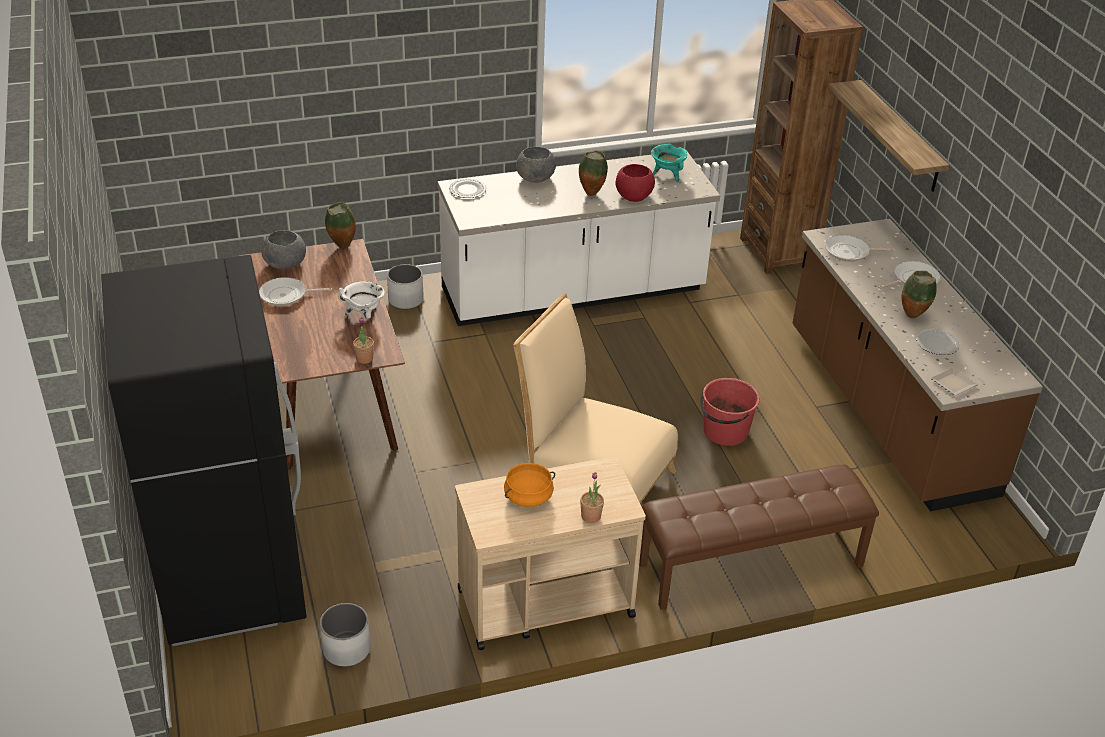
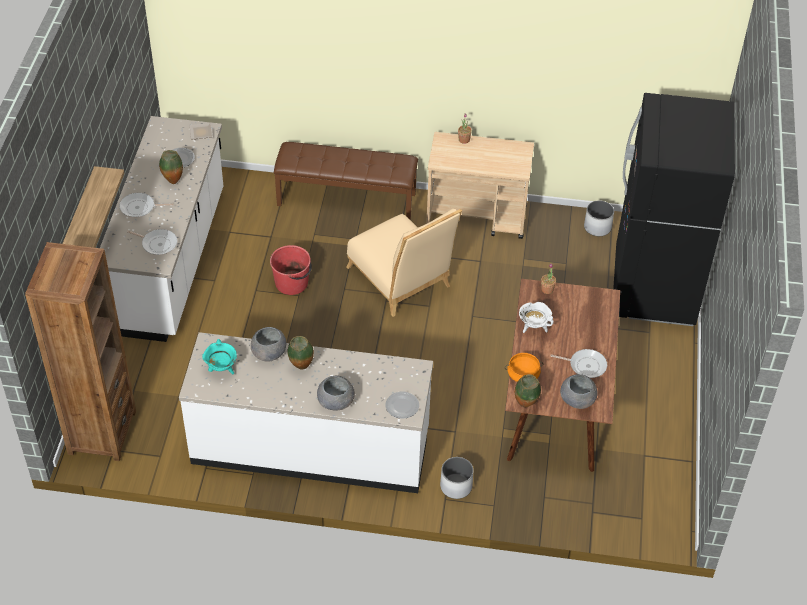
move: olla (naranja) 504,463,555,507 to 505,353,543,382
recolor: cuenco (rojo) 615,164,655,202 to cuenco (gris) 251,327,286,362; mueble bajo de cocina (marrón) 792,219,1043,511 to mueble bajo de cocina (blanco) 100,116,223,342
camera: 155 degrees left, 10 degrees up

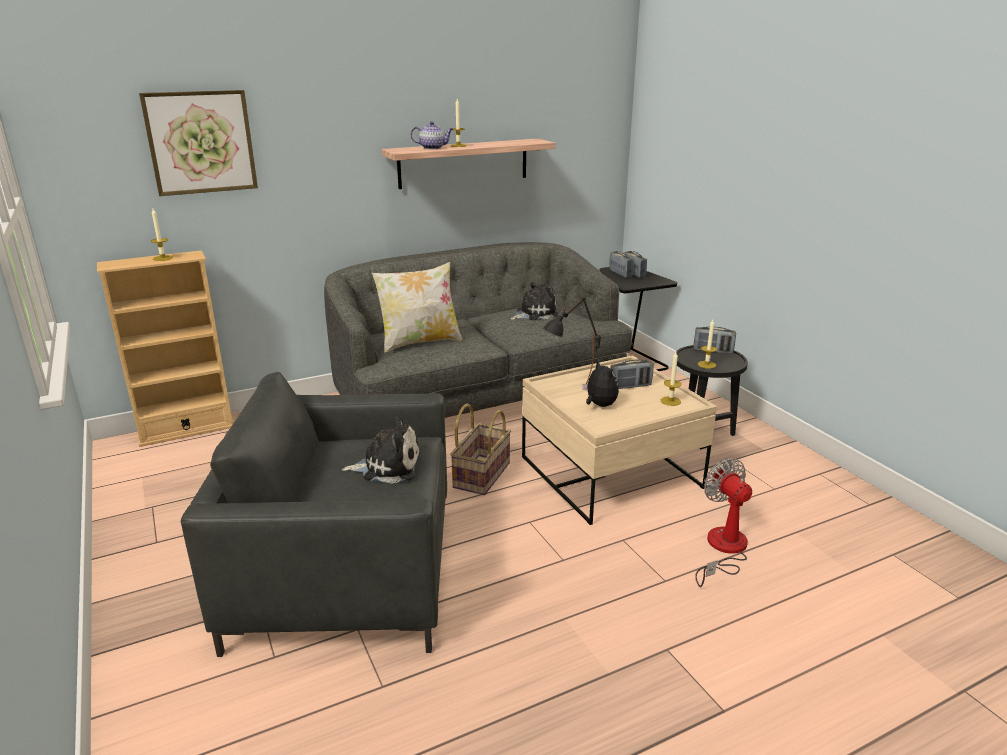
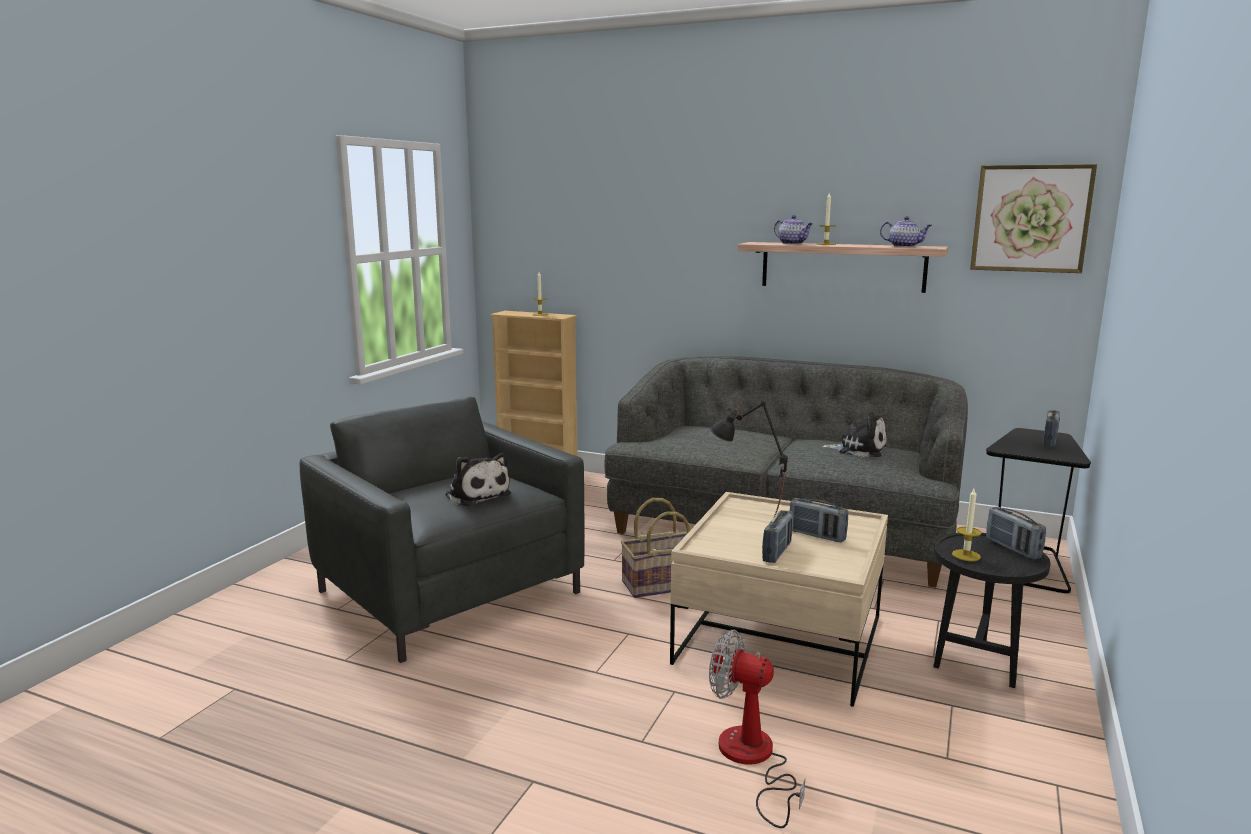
delete: cojín 372,262,462,353; peluche 583,360,619,407; vela 661,352,682,406
insert: tetera 880,216,932,247
move: cuadro 139,90,258,196 to 970,164,1097,273; radio 610,251,634,278 to 762,510,793,563
rotate: ventilador 695,458,752,587 = 709,630,805,828 90 degrees counterclockwise
camera: 50 degrees right, 10 degrees down

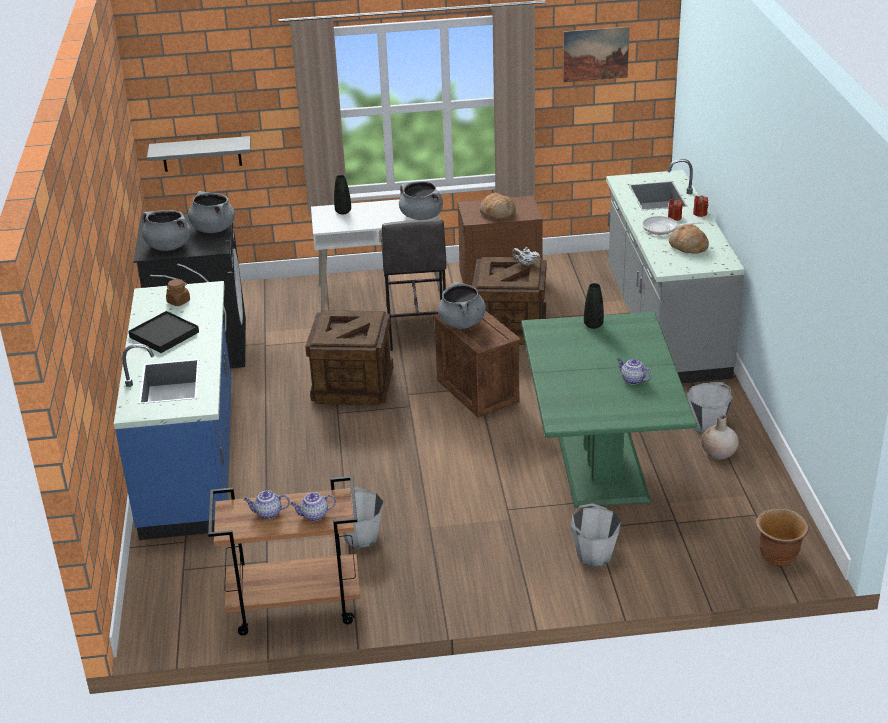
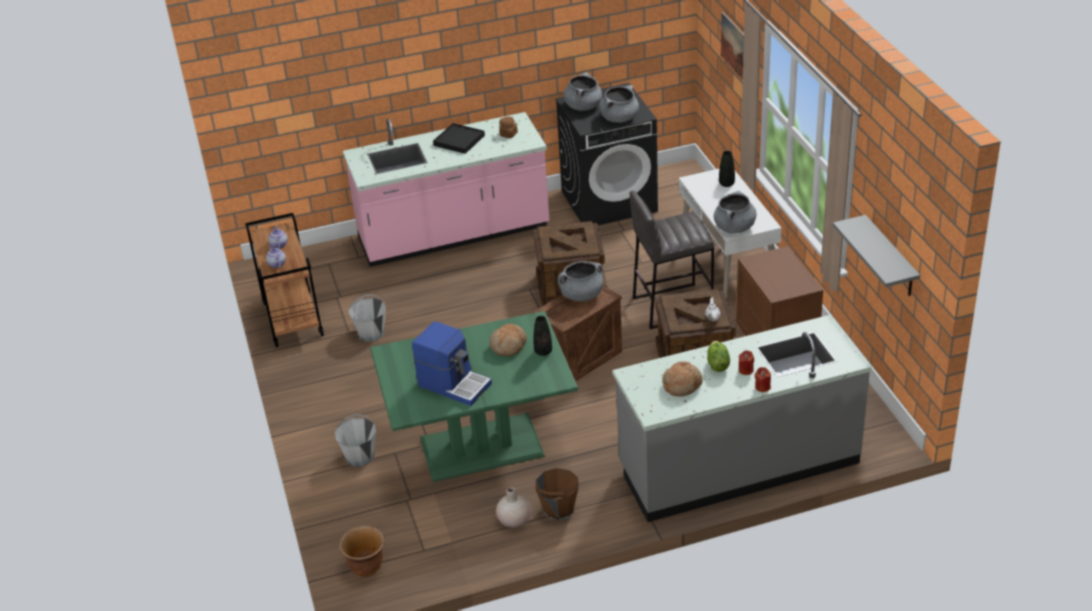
move: estante (gris) 147,136,251,172 to 833,215,920,296; pan 480,193,516,220 to 490,324,527,356; cuadro 563,27,630,82 to 721,12,744,80
replace: tetera 617,358,652,385 to cafetera 412,321,492,406; sartén 642,216,704,235 to lechuga 707,341,730,372
recolor: mueble bajo de cocina (azul) 114,281,231,540 to mueble bajo de cocina (rosa) 343,112,550,267; cubo (gris) 687,382,733,434 to cubo (marrón) 536,468,579,520
camera: 80 degrees right, 5 degrees up

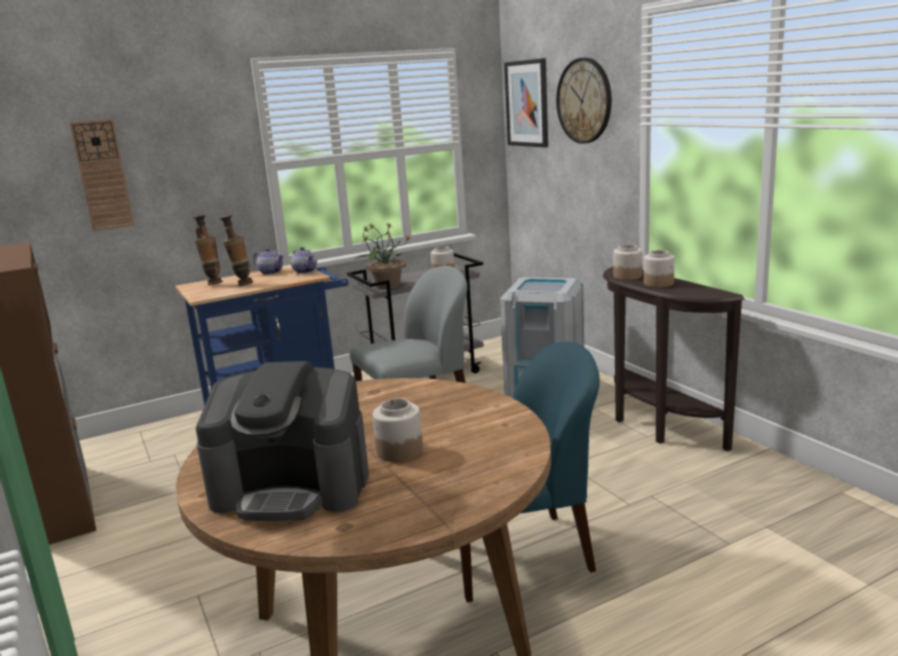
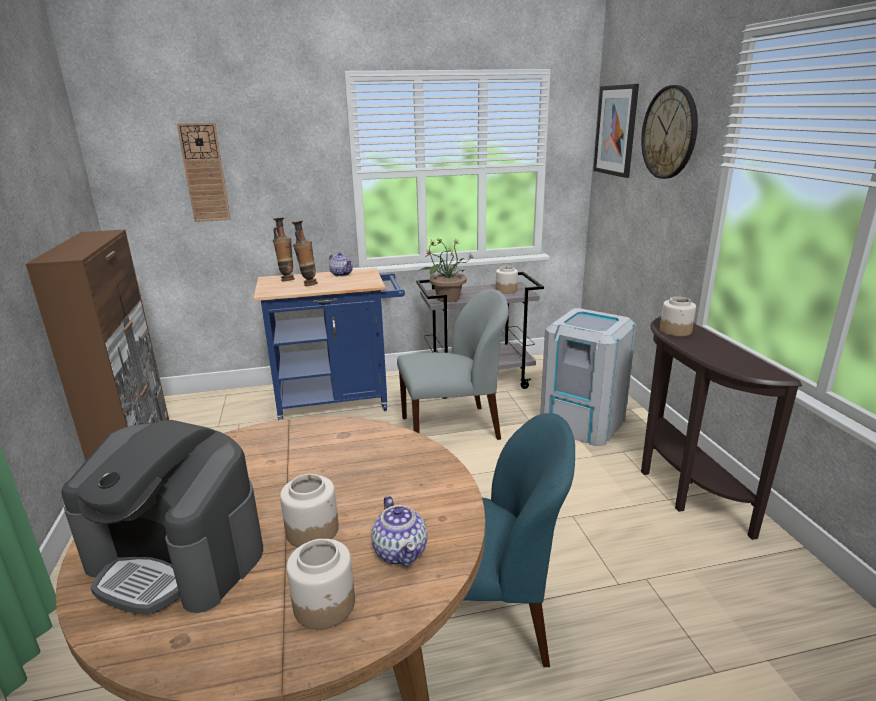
move: tetera 291,247,317,274 to 371,496,428,566; tarro 644,250,675,287 to 287,539,355,629
camera: 15 degrees right, 5 degrees up

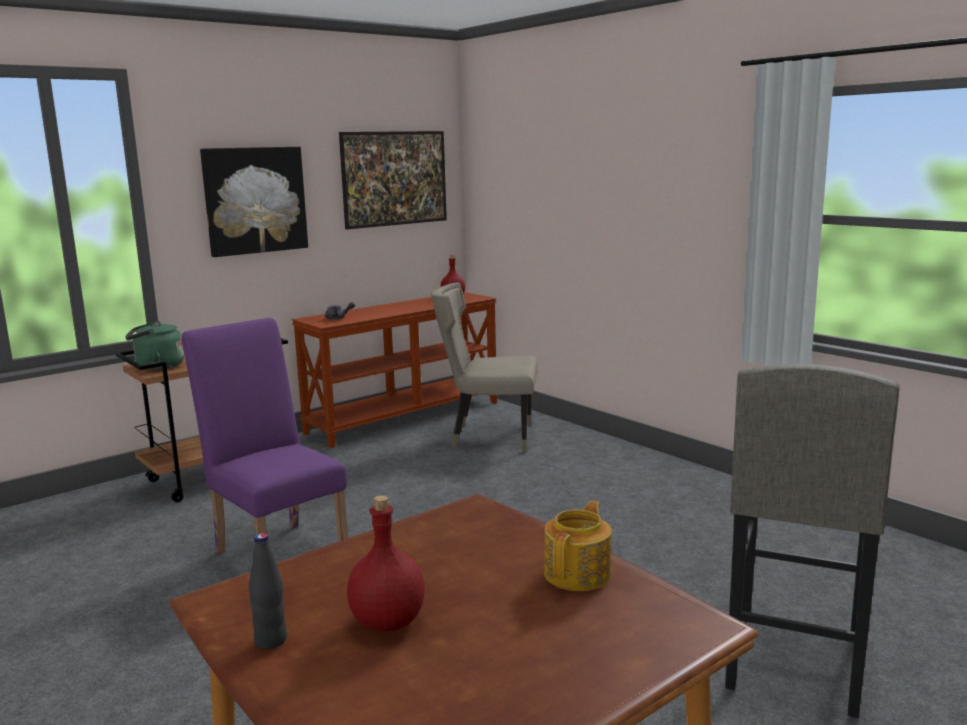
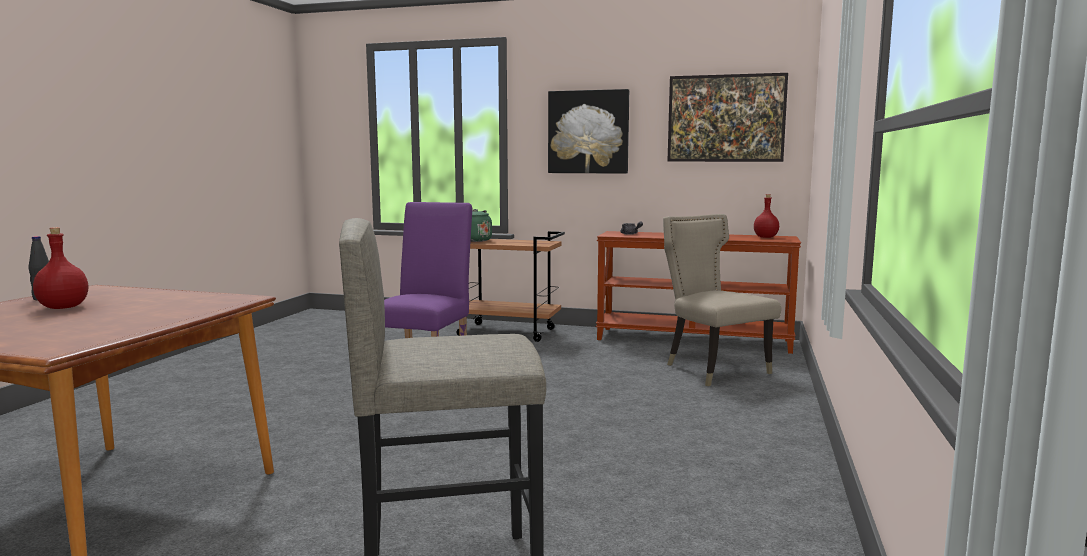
delete: tetera 544,501,612,591
camera: 55 degrees right, 5 degrees down

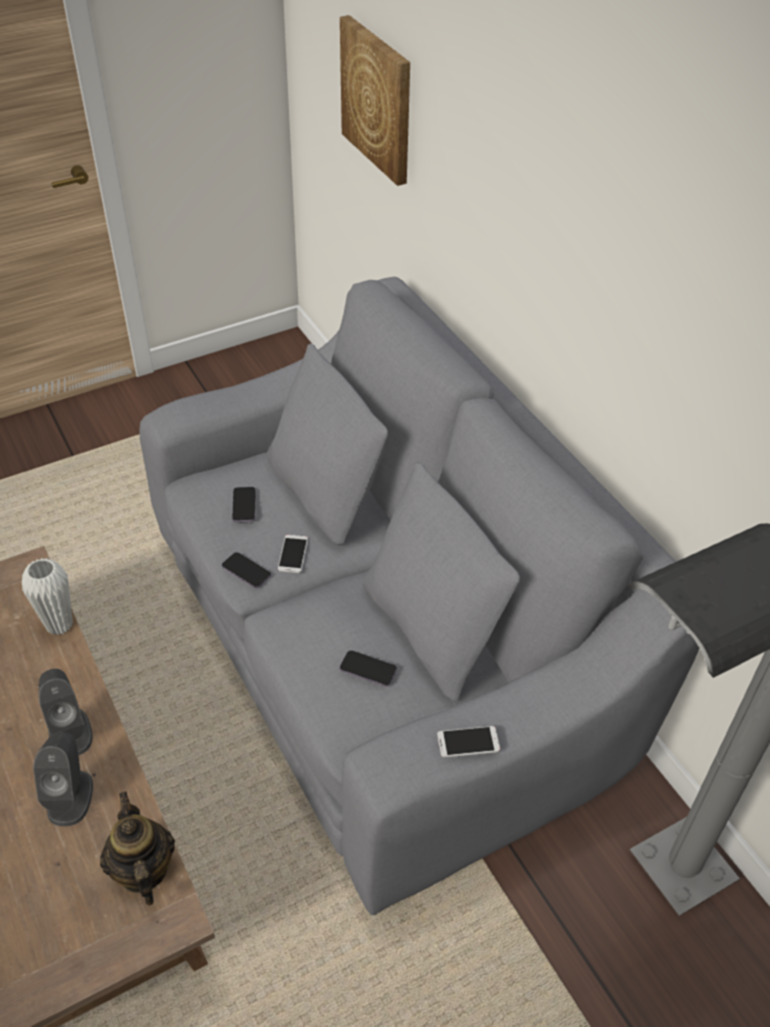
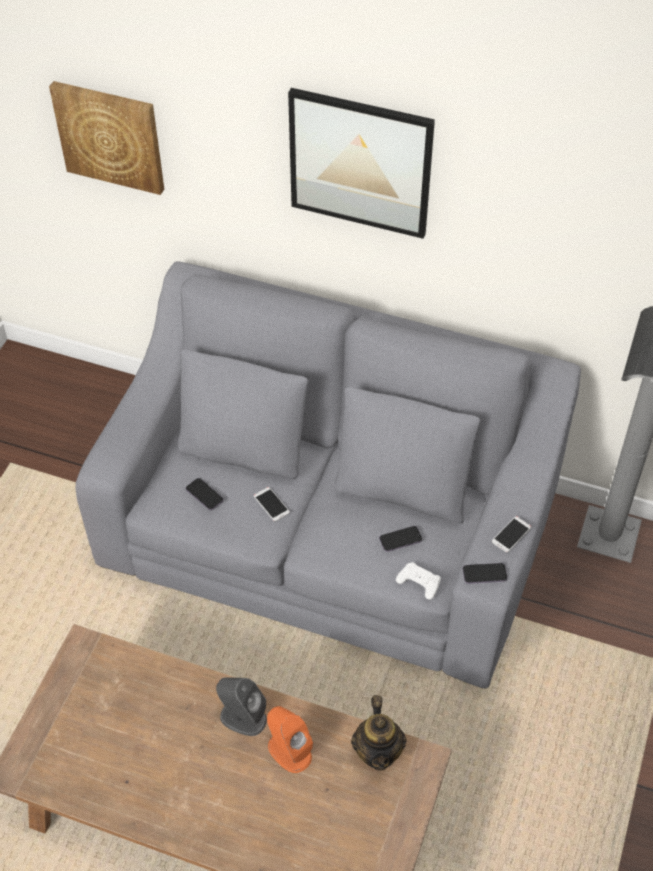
delete: florero (blanco) 22,558,73,635
insert: cuadro 288,88,435,239; mando de consola (blanco) 396,562,441,600
move: móvil 222,552,271,588 to 463,563,507,584
recolor: altavoz (gris) 33,732,93,827 to altavoz (naranja) 267,706,313,773
rotate: tetera 100,792,175,906 = 351,695,407,771 120 degrees counterclockwise
camera: 40 degrees left, 5 degrees up

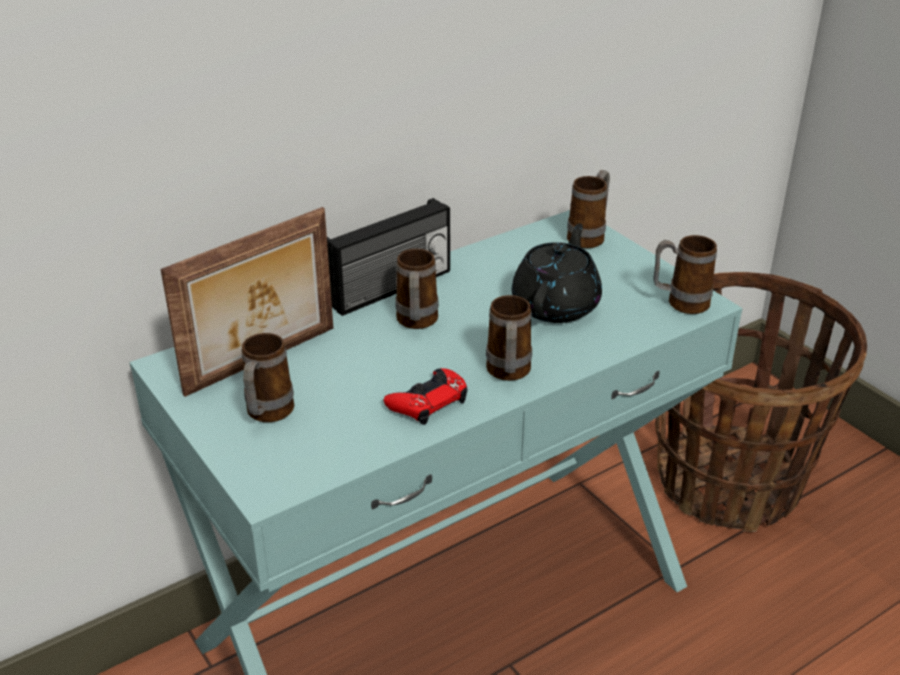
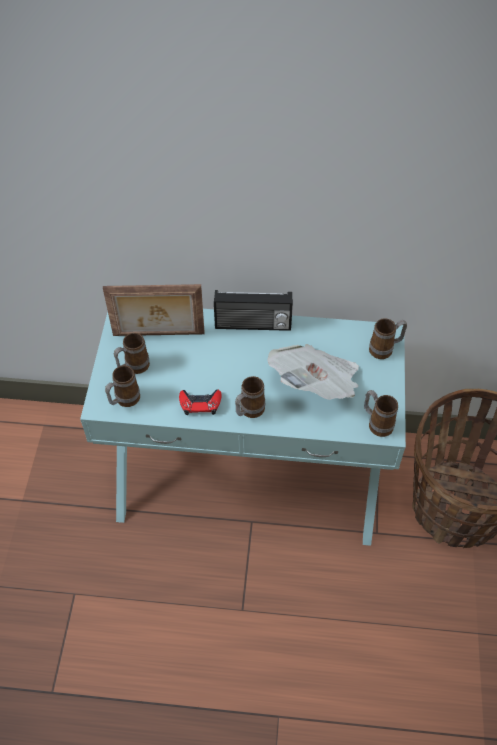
move: taza grande 395,249,439,329 to 105,365,140,407
replace: tetera (negro) 512,224,602,323 to periódico 268,344,359,400
camera: 40 degrees right, 20 degrees up

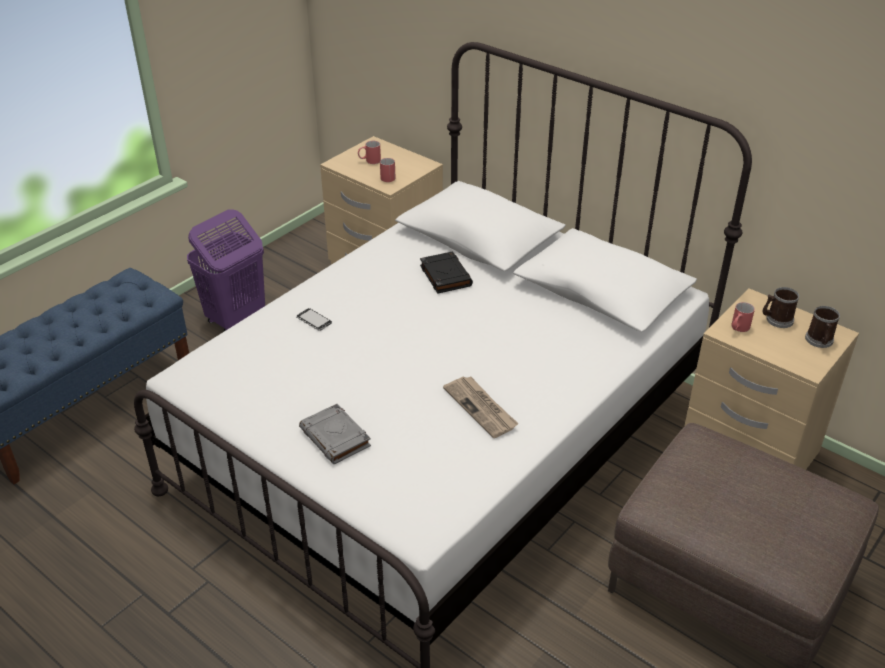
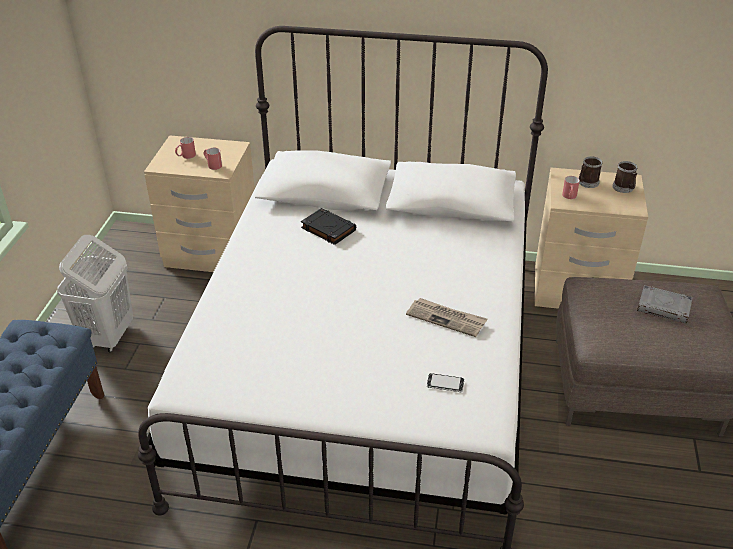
move: móvil 296,308,332,331 to 427,373,464,392; libro (gris) 299,404,371,464 to 637,285,693,323
recolor: cesto de la ropa (morado) 187,209,265,331 to cesto de la ropa (blanco) 57,235,133,352
camera: 30 degrees left, 0 degrees up

